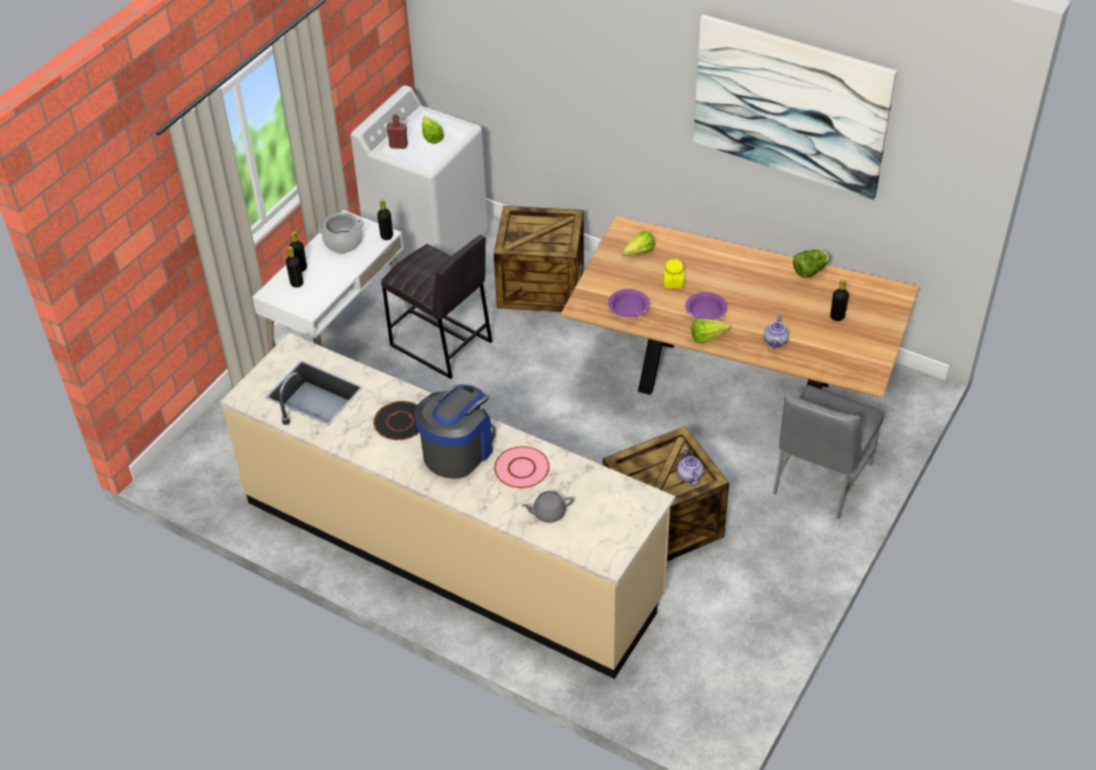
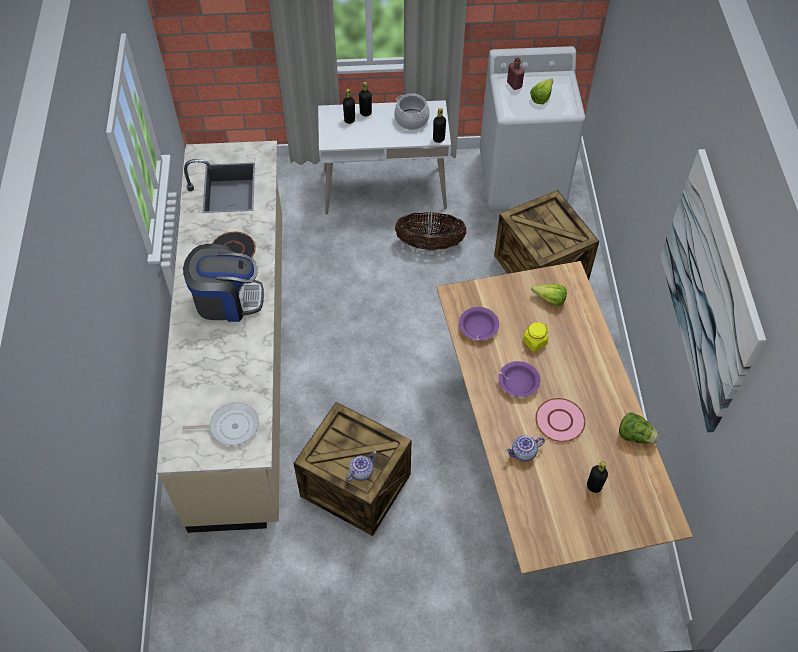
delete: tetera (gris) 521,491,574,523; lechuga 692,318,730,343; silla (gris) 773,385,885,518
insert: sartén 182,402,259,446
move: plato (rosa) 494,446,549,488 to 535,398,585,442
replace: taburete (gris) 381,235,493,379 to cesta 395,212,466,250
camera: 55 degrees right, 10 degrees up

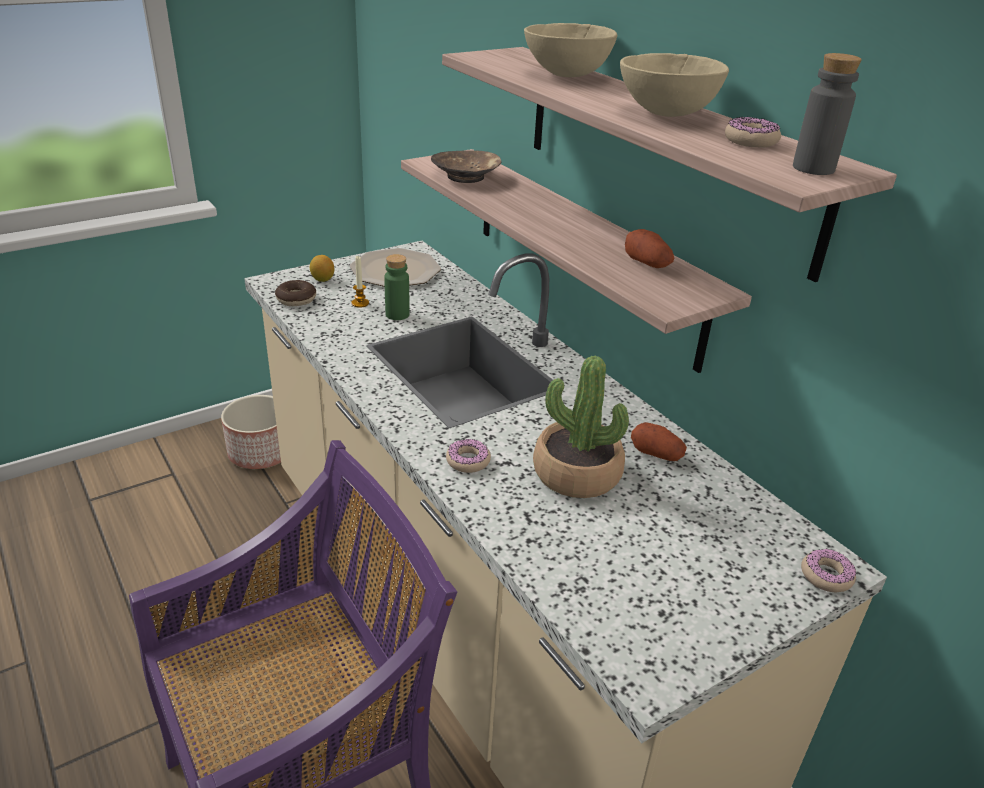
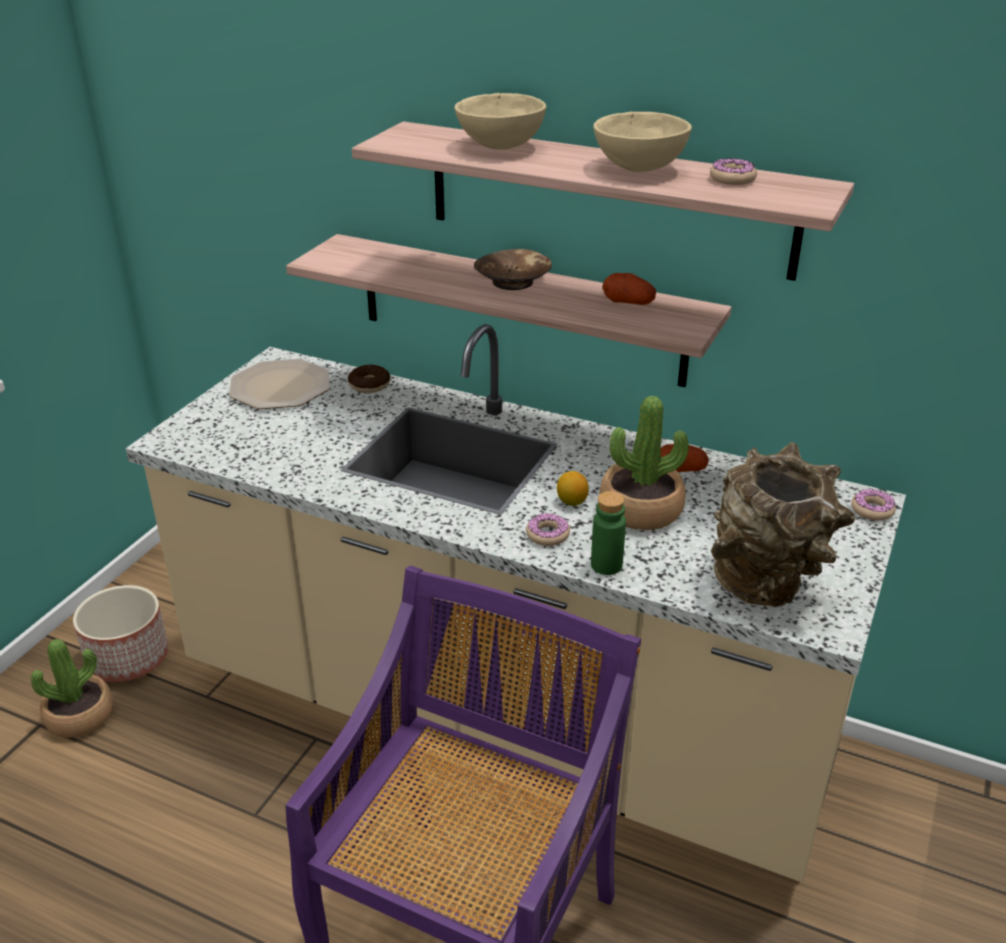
delete: vela 351,256,369,308; botella (gris) 793,53,862,175
insert: planta en maceta 31,639,114,738; florero (marrón) 711,442,855,608
move: rosquilla 275,280,316,306 to 348,365,390,393; limón 310,255,334,282 to 557,471,589,506; botella (verde) 384,254,410,320 to 591,491,626,575; cuenco (marrón) 431,150,502,183 to 474,249,552,290
camera: 30 degrees left, 0 degrees up

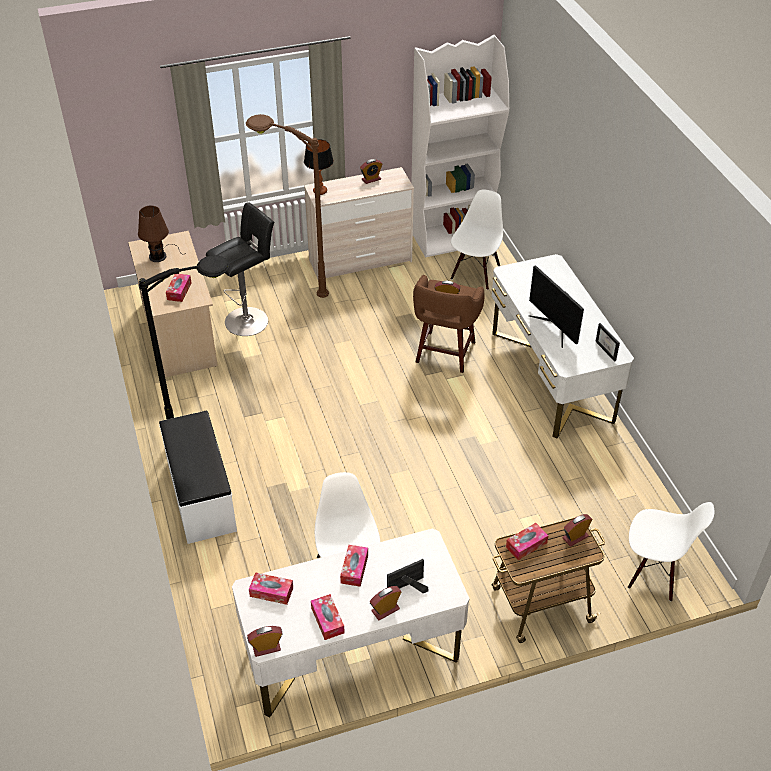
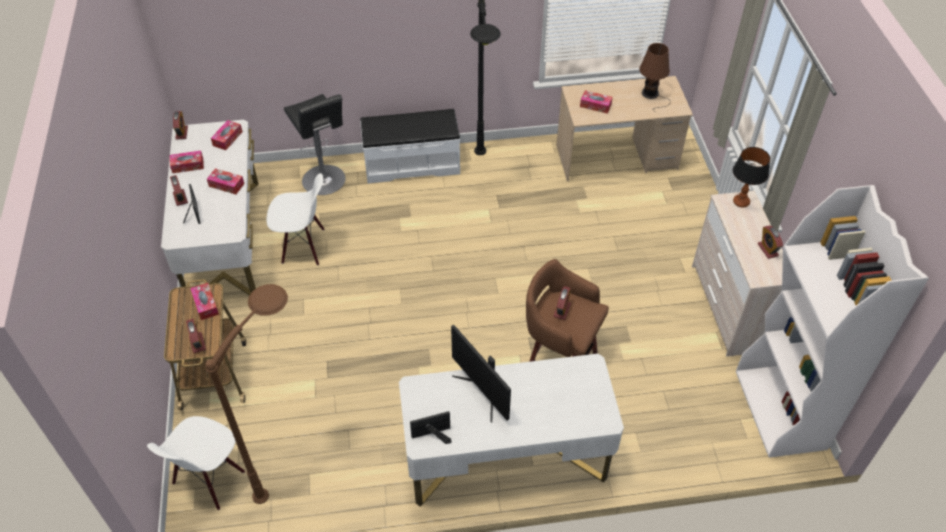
delete: silla (blanco) 450,190,503,290
move: taburete (negro) 206,202,274,336 to 284,94,346,195; lámpara de pie (marrón) 246,114,329,298 to 206,284,288,504
rotate: monitor 528,265,584,348 = 451,325,511,422 105 degrees counterclockwise
camera: 100 degrees right, 5 degrees up

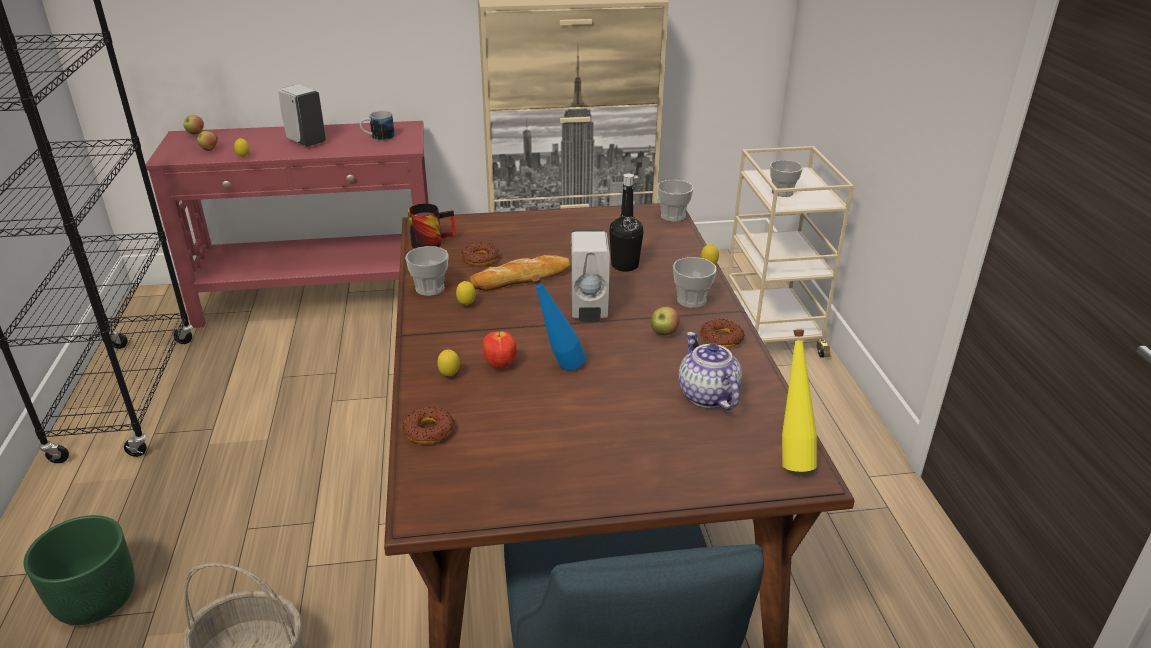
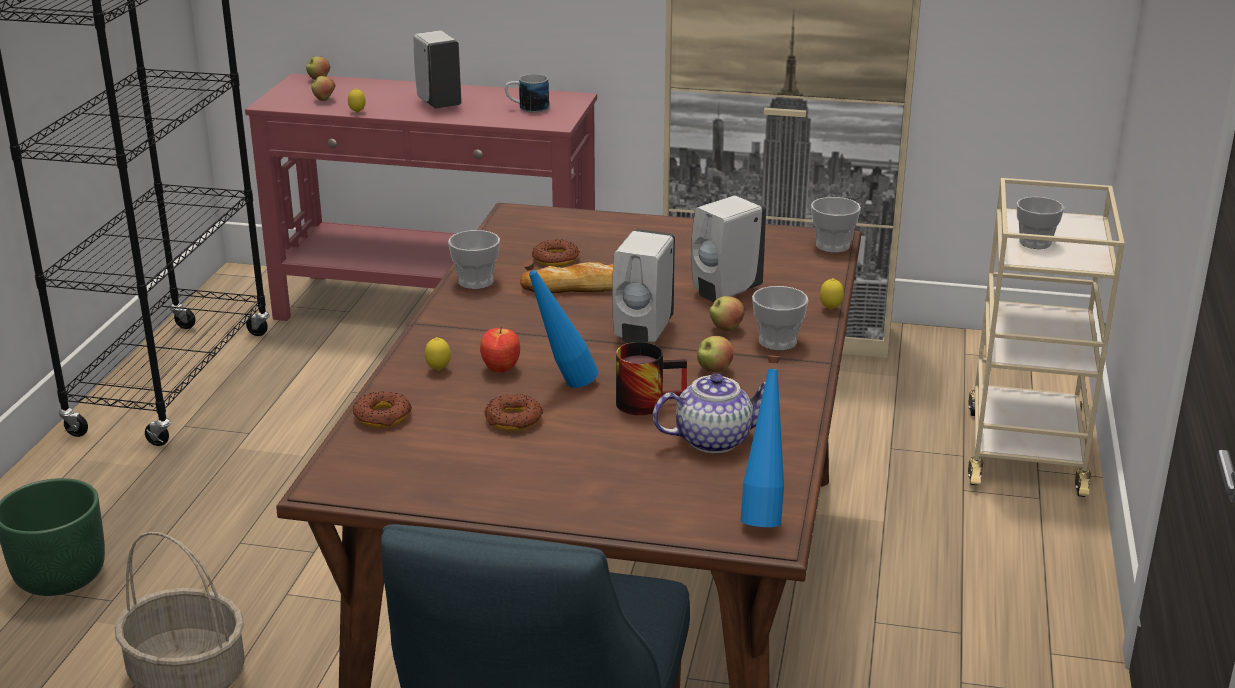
delete: limón 456,281,476,306
insert: manzana 709,296,745,331
move: taza grande 408,203,456,249 to 616,342,687,415; rosquilla 700,319,745,348 to 485,394,543,431
replace: botella (negro) 609,173,644,272 to dispensador de jabón (blanco) 691,195,766,302
recolor: botella (amarillo) 782,329,817,472 to botella (azul) 741,355,784,527
rotate: tetera 678,332,742,410 = 653,373,765,453 75 degrees clockwise
camera: 20 degrees right, 5 degrees down

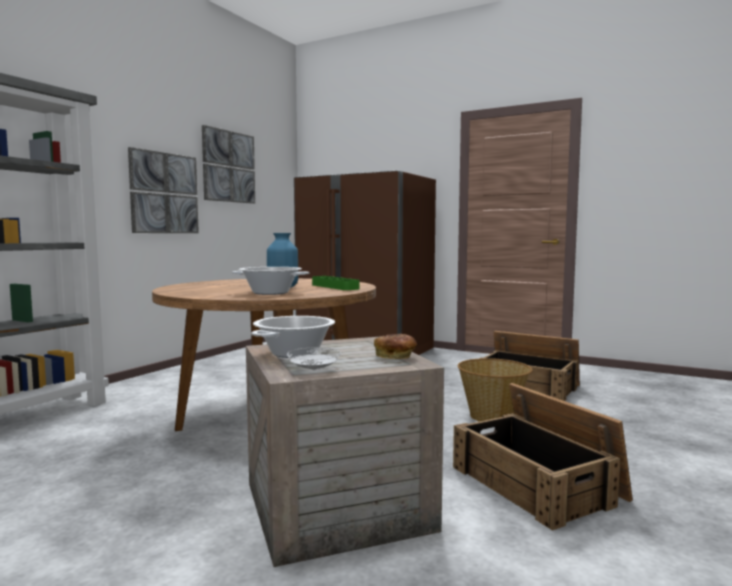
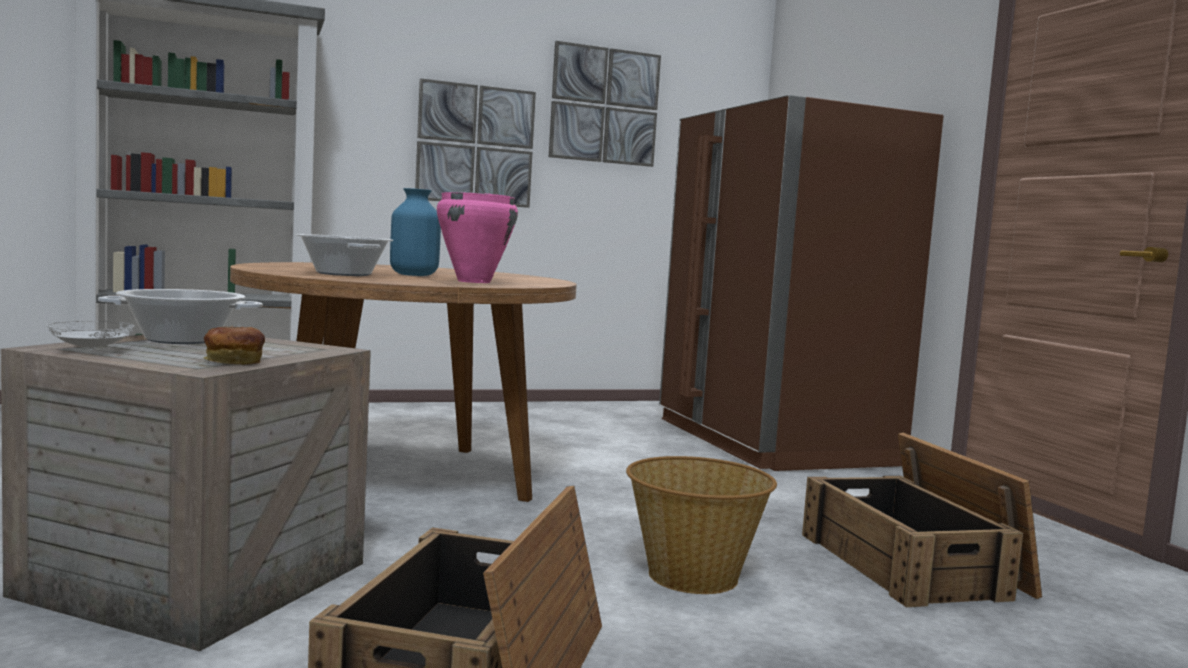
replace: bandeja (verde) 312,276,360,290 to olla (rosa) 437,192,518,283
camera: 40 degrees right, 0 degrees up

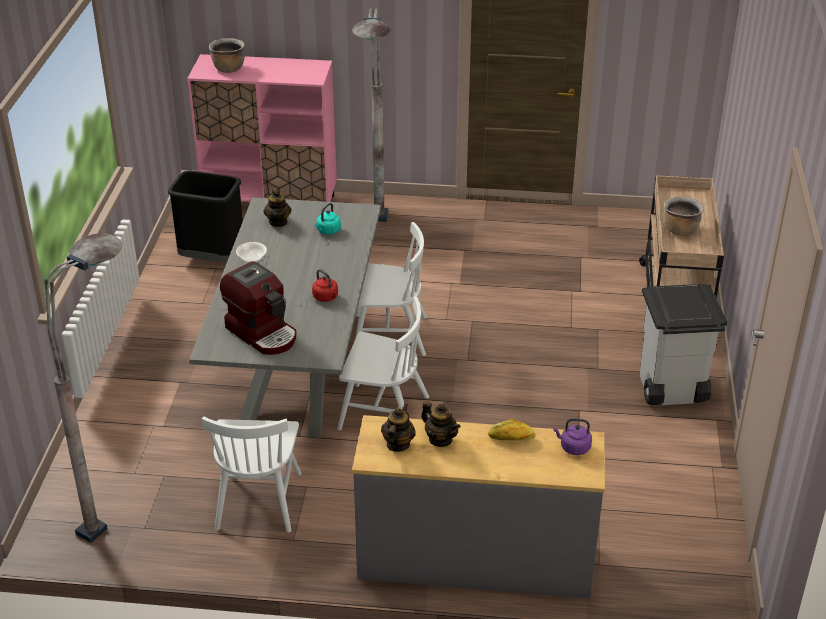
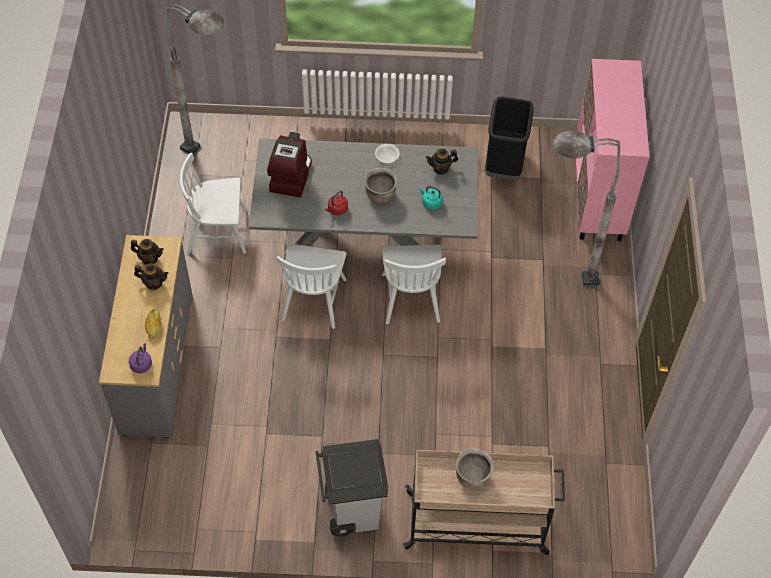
move: olla (marrón) 209,38,245,73 to 365,168,398,203
rotate: cafetera 220,261,296,355 = 267,131,312,198 150 degrees clockwise; tetera 421,401,460,447 = 134,264,168,290 120 degrees counterclockwise
camera: 85 degrees right, 20 degrees up

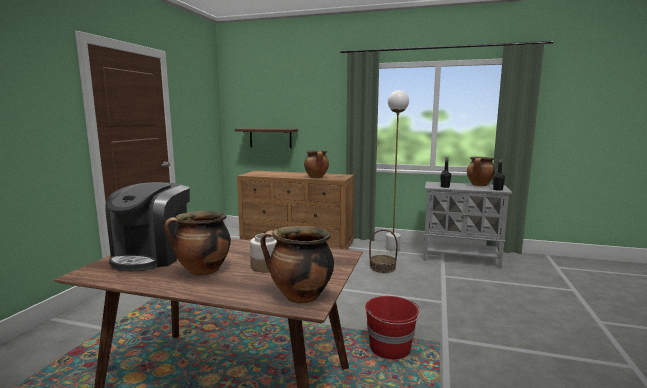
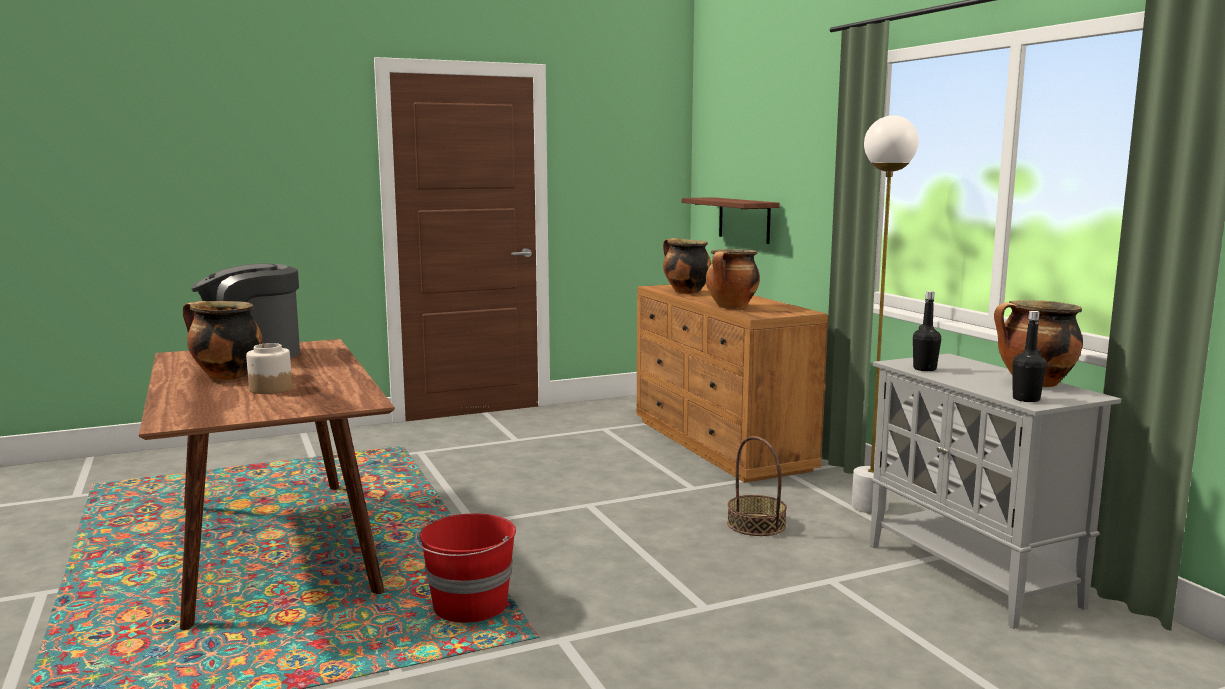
move: olla 260,226,334,304 to 663,238,711,294
camera: 50 degrees right, 0 degrees up

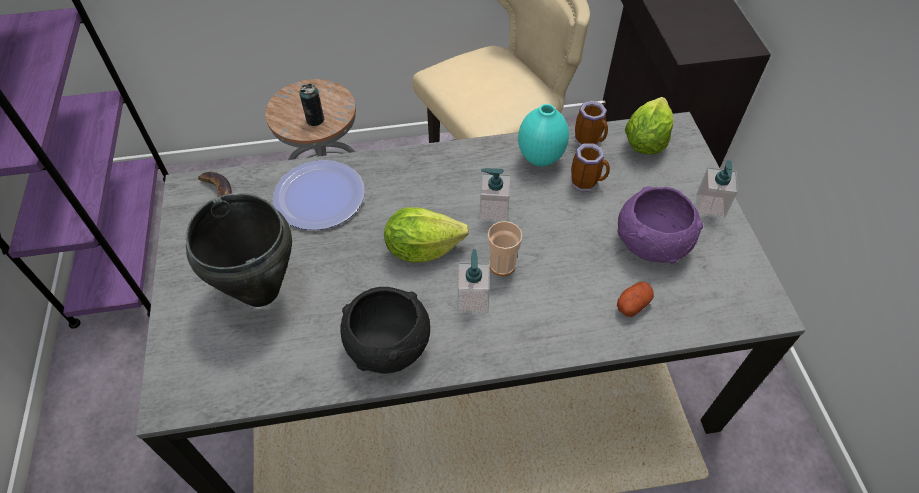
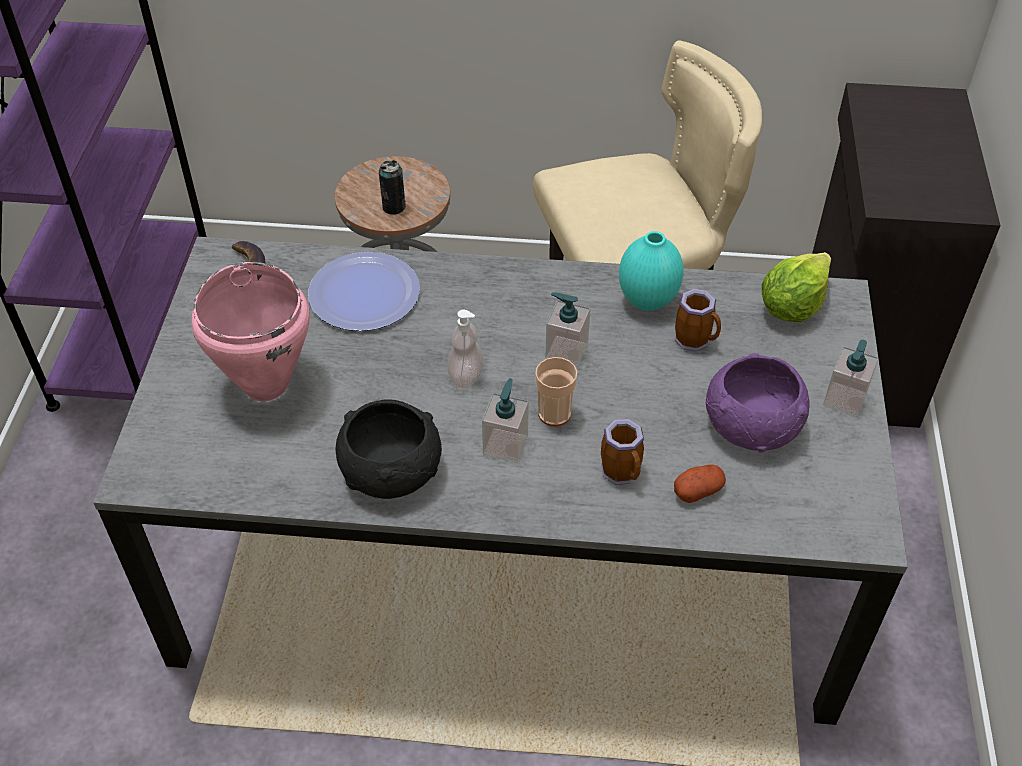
move: taza grande 574,101,608,146 to 601,419,644,485
replace: lechuga 384,207,469,262 to dispensador de jabón 447,310,483,388
recolor: olla (negro) 186,193,292,307 to olla (rosa) 191,262,310,401
camera: 15 degrees right, 5 degrees down

